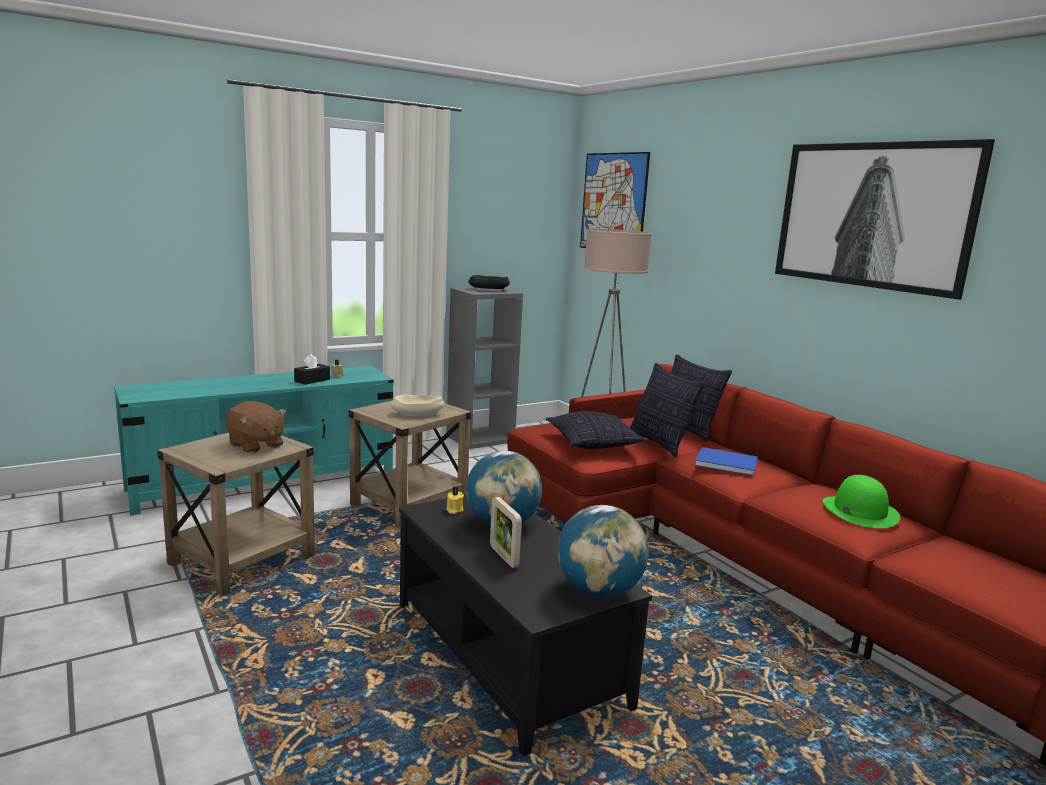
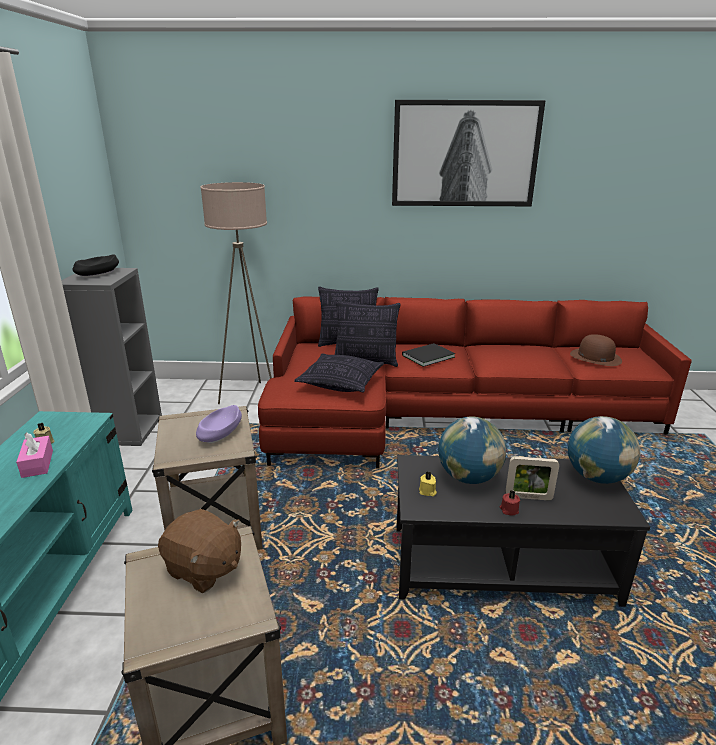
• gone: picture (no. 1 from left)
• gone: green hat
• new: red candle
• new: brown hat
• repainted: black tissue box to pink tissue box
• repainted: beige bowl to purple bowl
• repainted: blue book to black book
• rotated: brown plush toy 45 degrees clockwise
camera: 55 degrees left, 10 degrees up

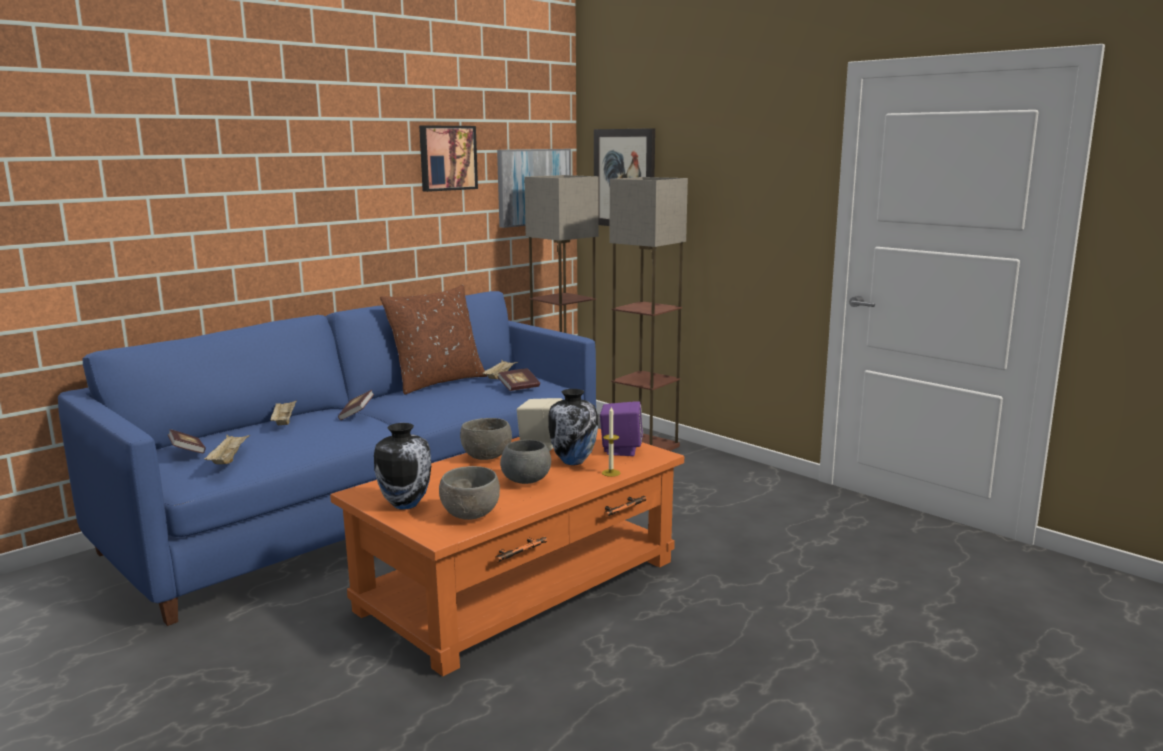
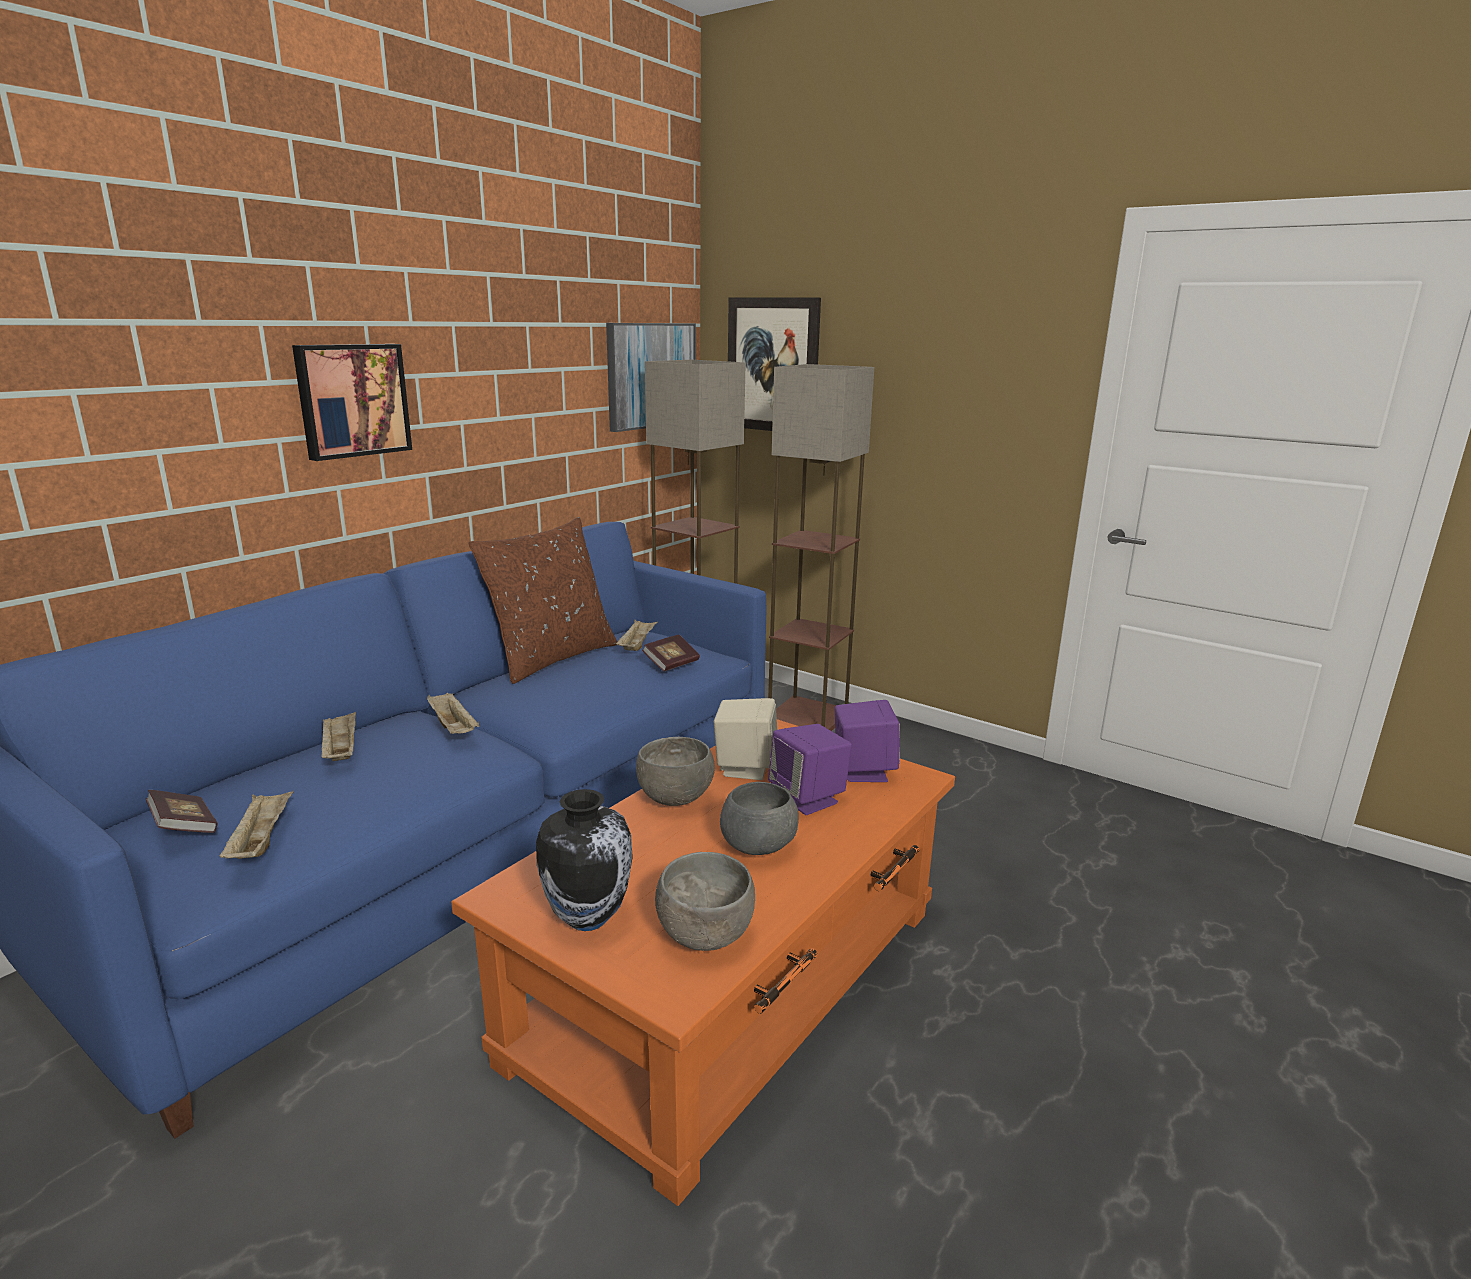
• gone: candle
• shifted: picture (no. 1 from left)
• swapped: book (no. 2 from left) to beige tray (no. 3 from left)
• swapped: vase (no. 2 from left) to purple speaker (no. 1 from left)
camera: 10 degrees left, 5 degrees up

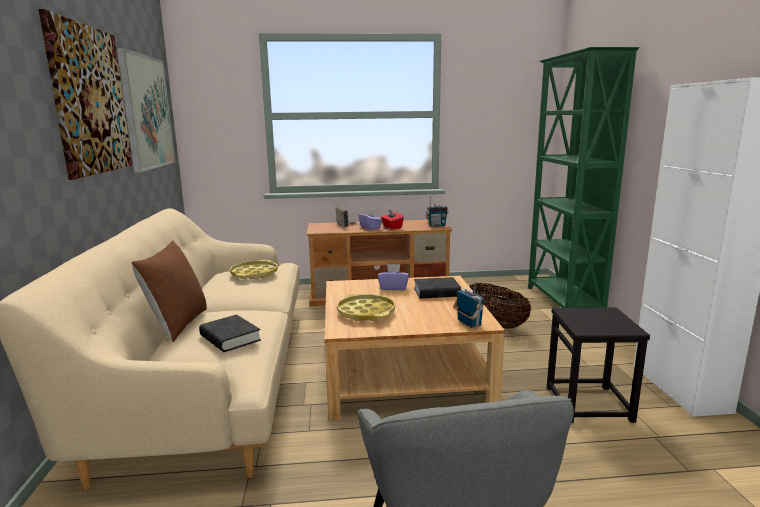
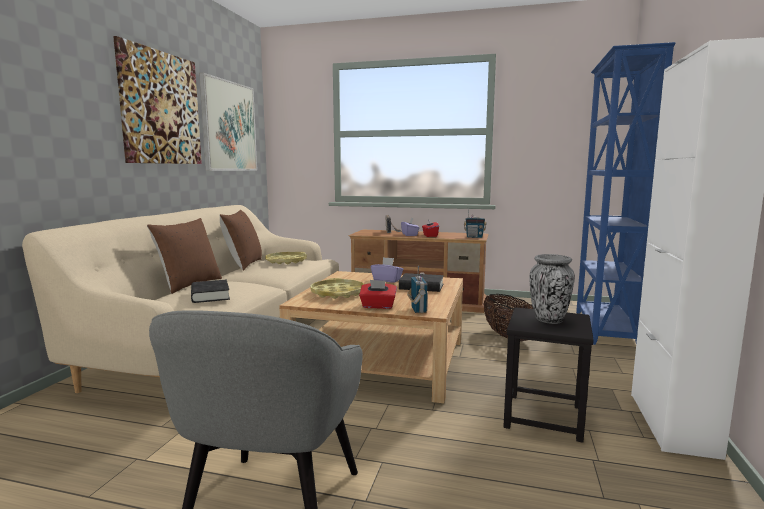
• new: brown pillow (no. 2 from left)
• new: red tissue box (no. 1 from left)
• new: vase
• repainted: green bookcase to blue bookcase
camera: 20 degrees right, 5 degrees down

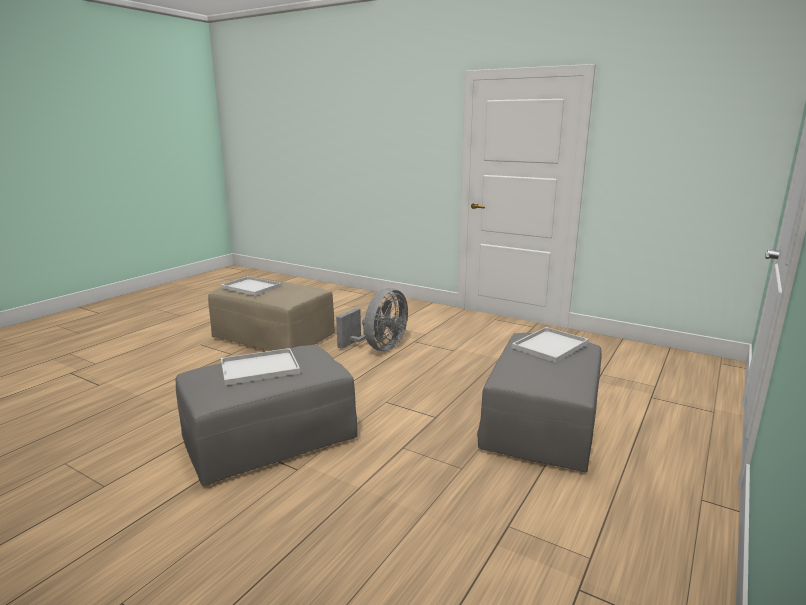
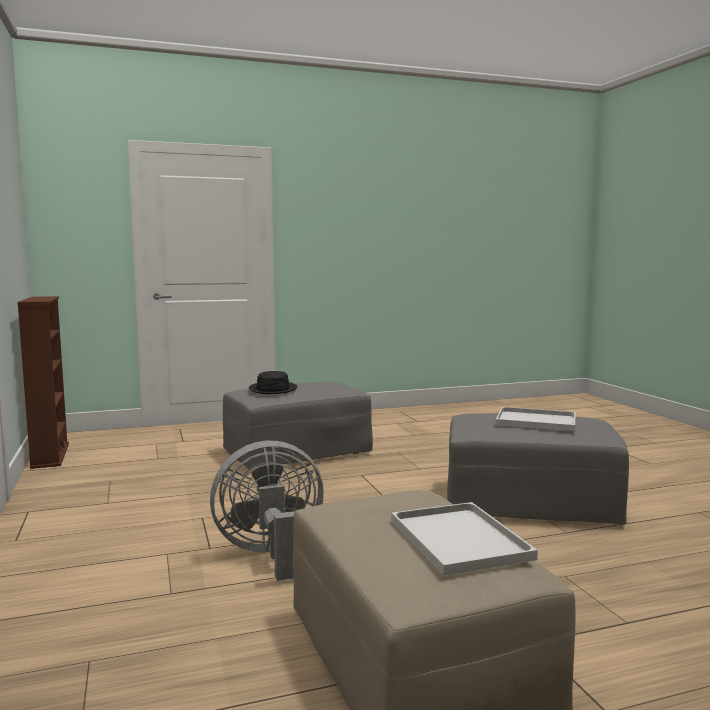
• new: brown bookcase
• swapped: white tray (no. 3 from left) to black hat
camera: 140 degrees left, 10 degrees down

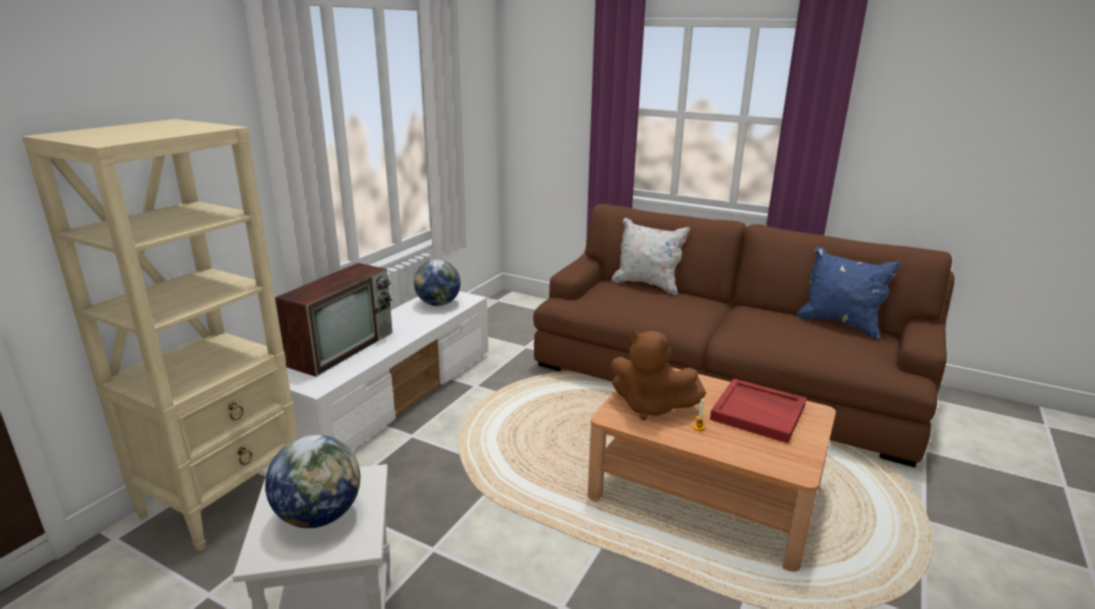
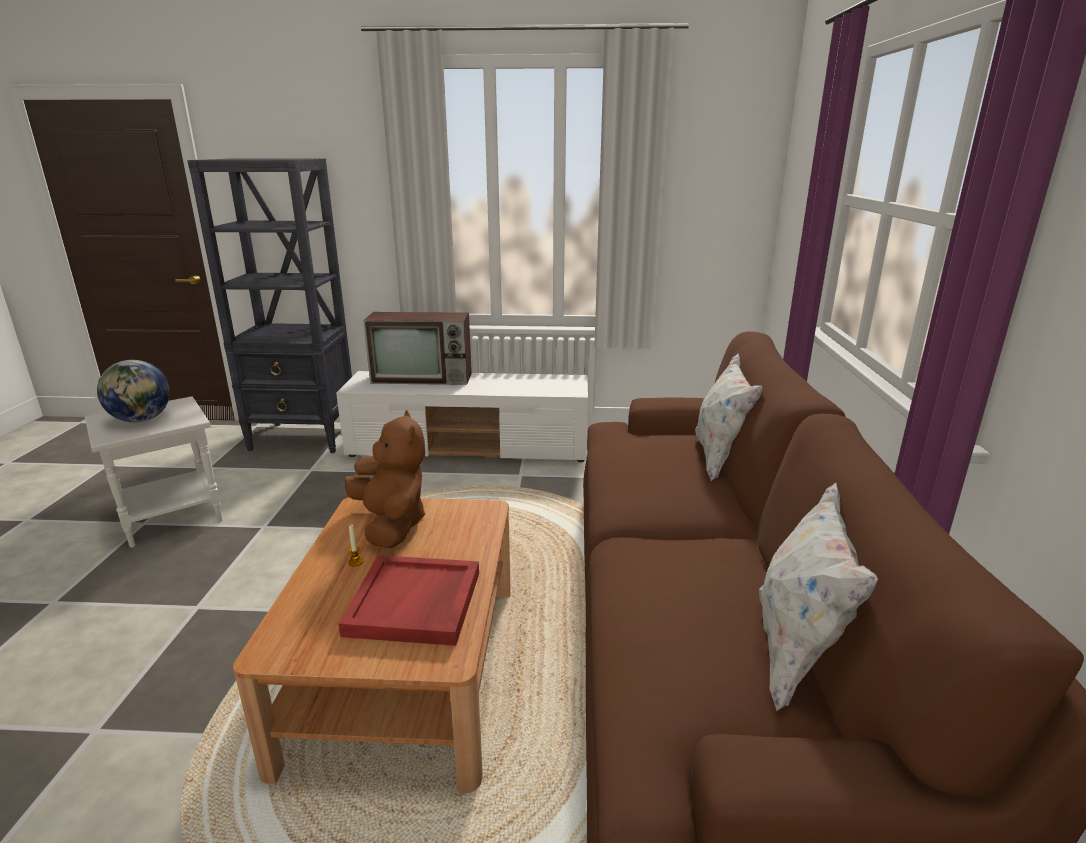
• gone: globe (no. 2 from left)
• repainted: beige bookcase to black bookcase
• repainted: blue pillow to white pillow (no. 2 from left)
• rotated: brown plush toy 150 degrees clockwise
camera: 65 degrees right, 0 degrees up

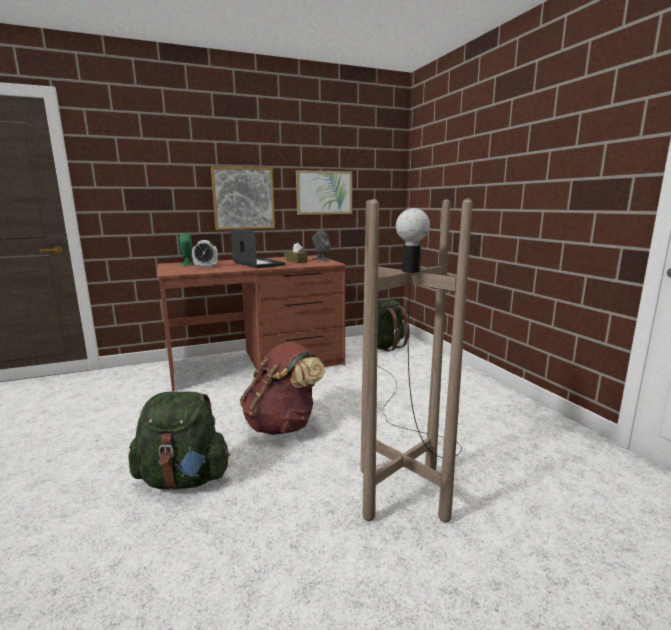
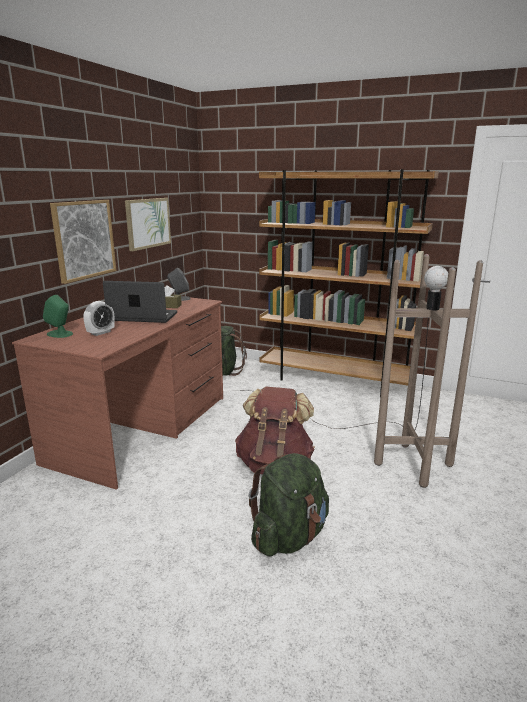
• new: brown bookcase
camera: 45 degrees left, 5 degrees up

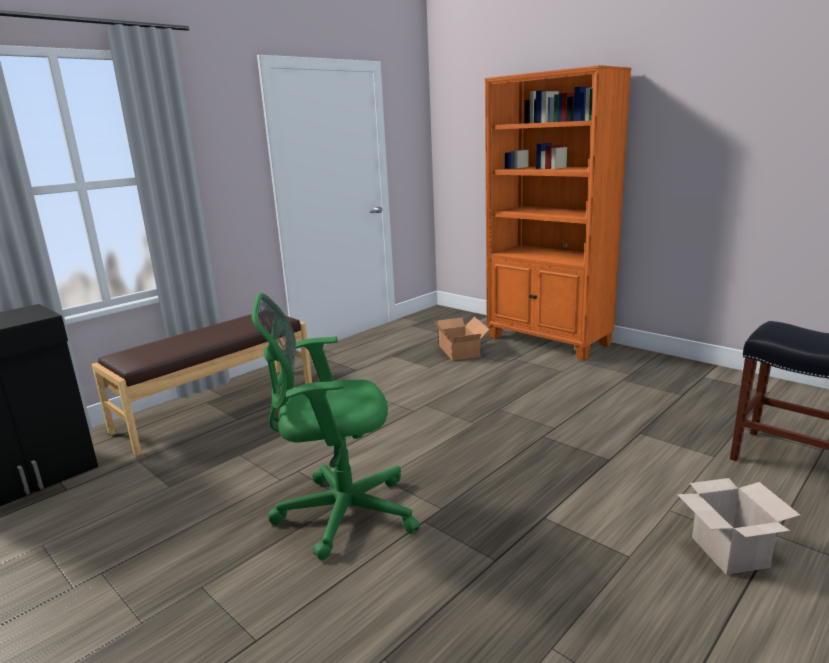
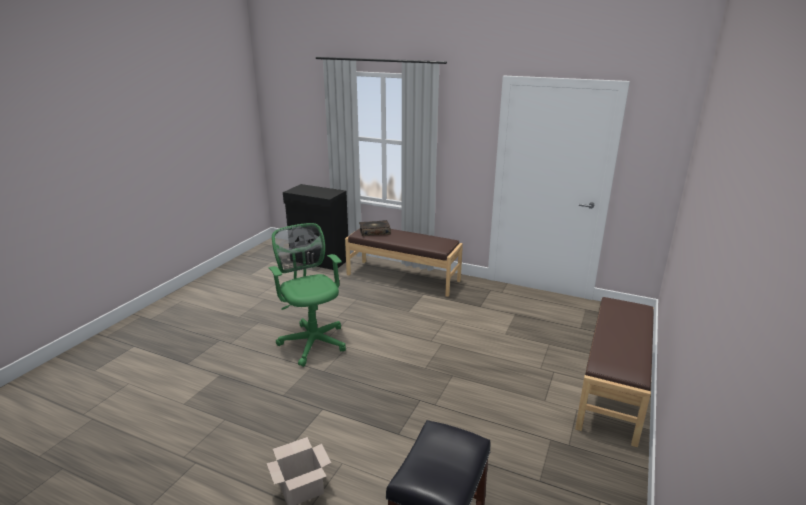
• gone: cardboard box (no. 1 from left)
• new: book
• swapped: orange bookcase to brown bench (no. 2 from left)
camera: 70 degrees right, 5 degrees up

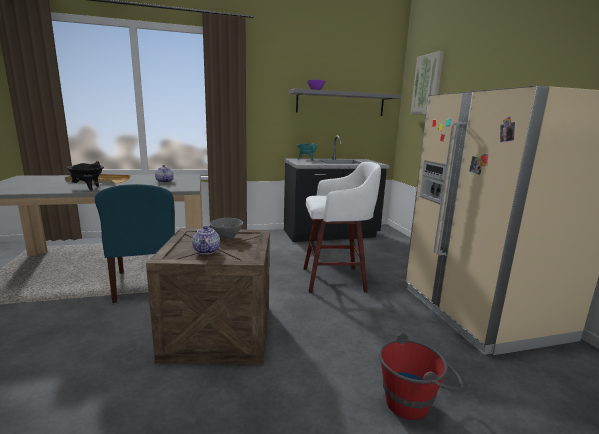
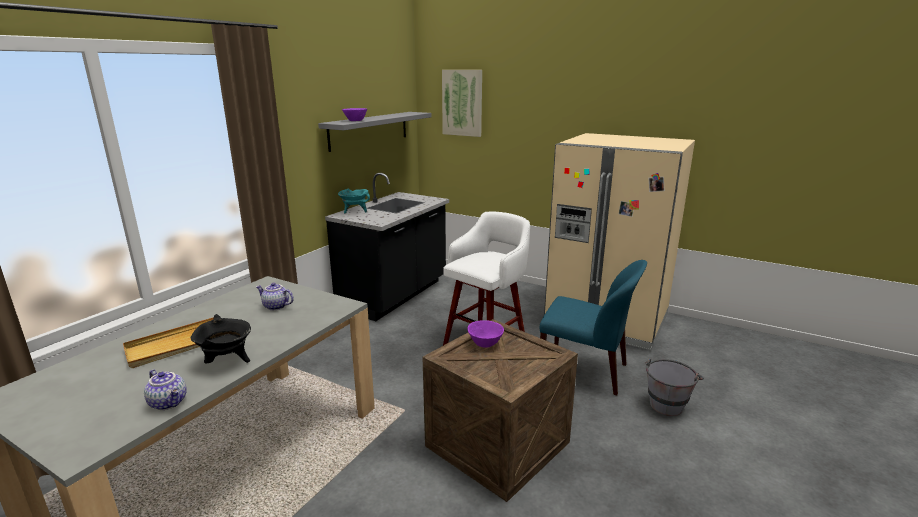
• shifted: blue chair
• shifted: teapot (no. 2 from left in the first image) to teapot (no. 1 from left)
• repainted: grey bowl to purple bowl (no. 2 from left)
• repainted: red bucket to grey bucket
camera: 45 degrees left, 5 degrees up

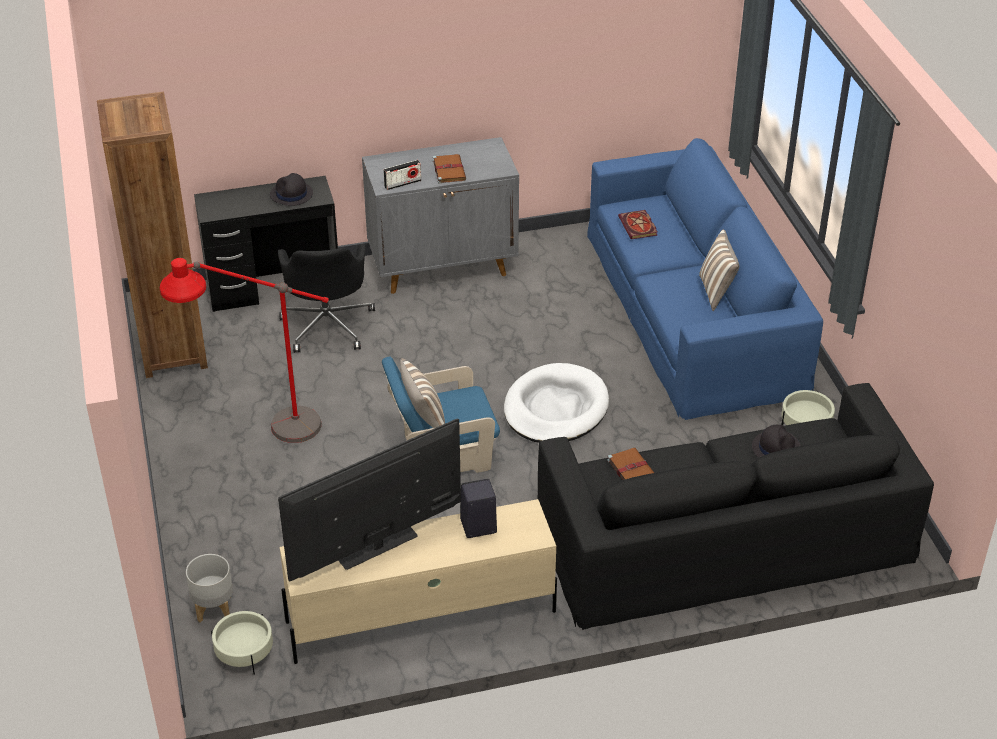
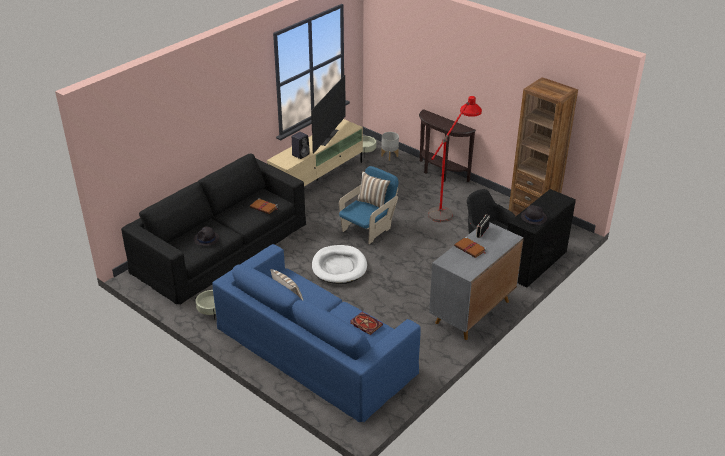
• new: brown console table
camera: 145 degrees right, 5 degrees down

